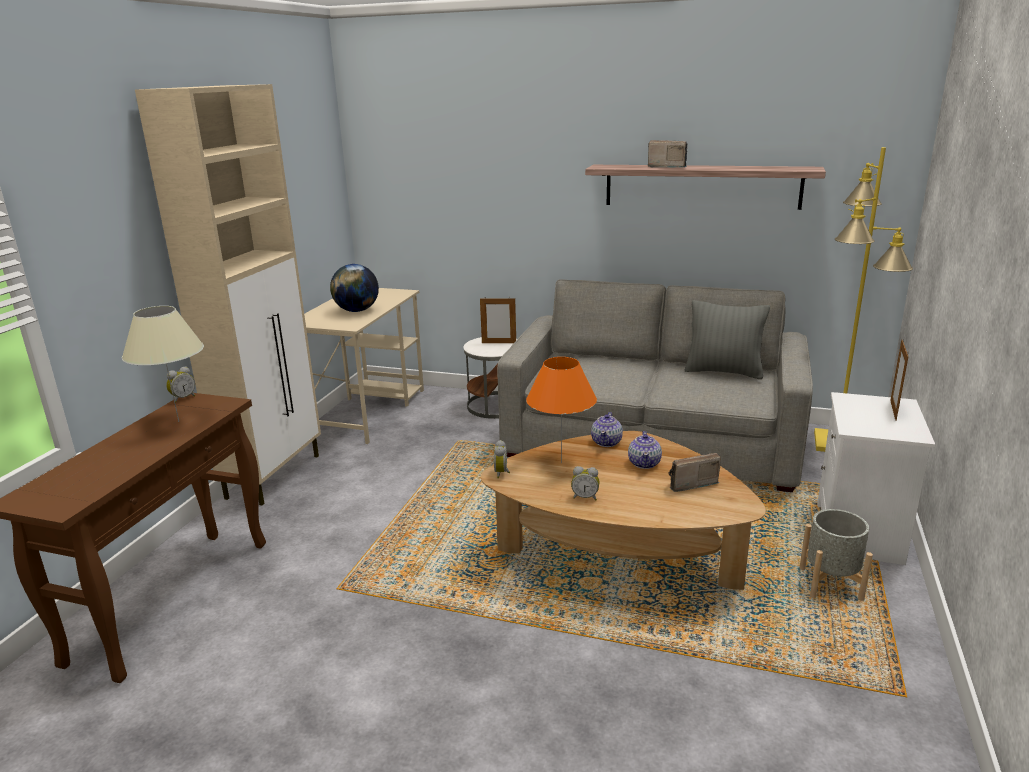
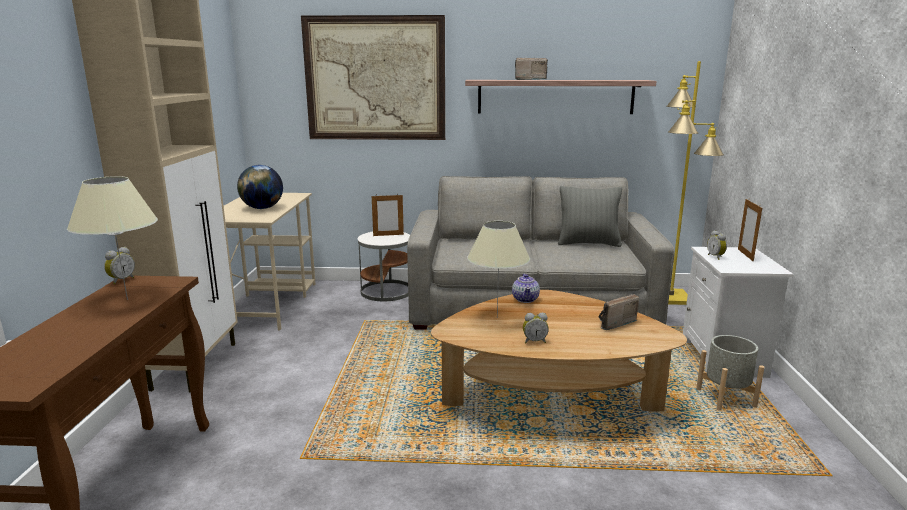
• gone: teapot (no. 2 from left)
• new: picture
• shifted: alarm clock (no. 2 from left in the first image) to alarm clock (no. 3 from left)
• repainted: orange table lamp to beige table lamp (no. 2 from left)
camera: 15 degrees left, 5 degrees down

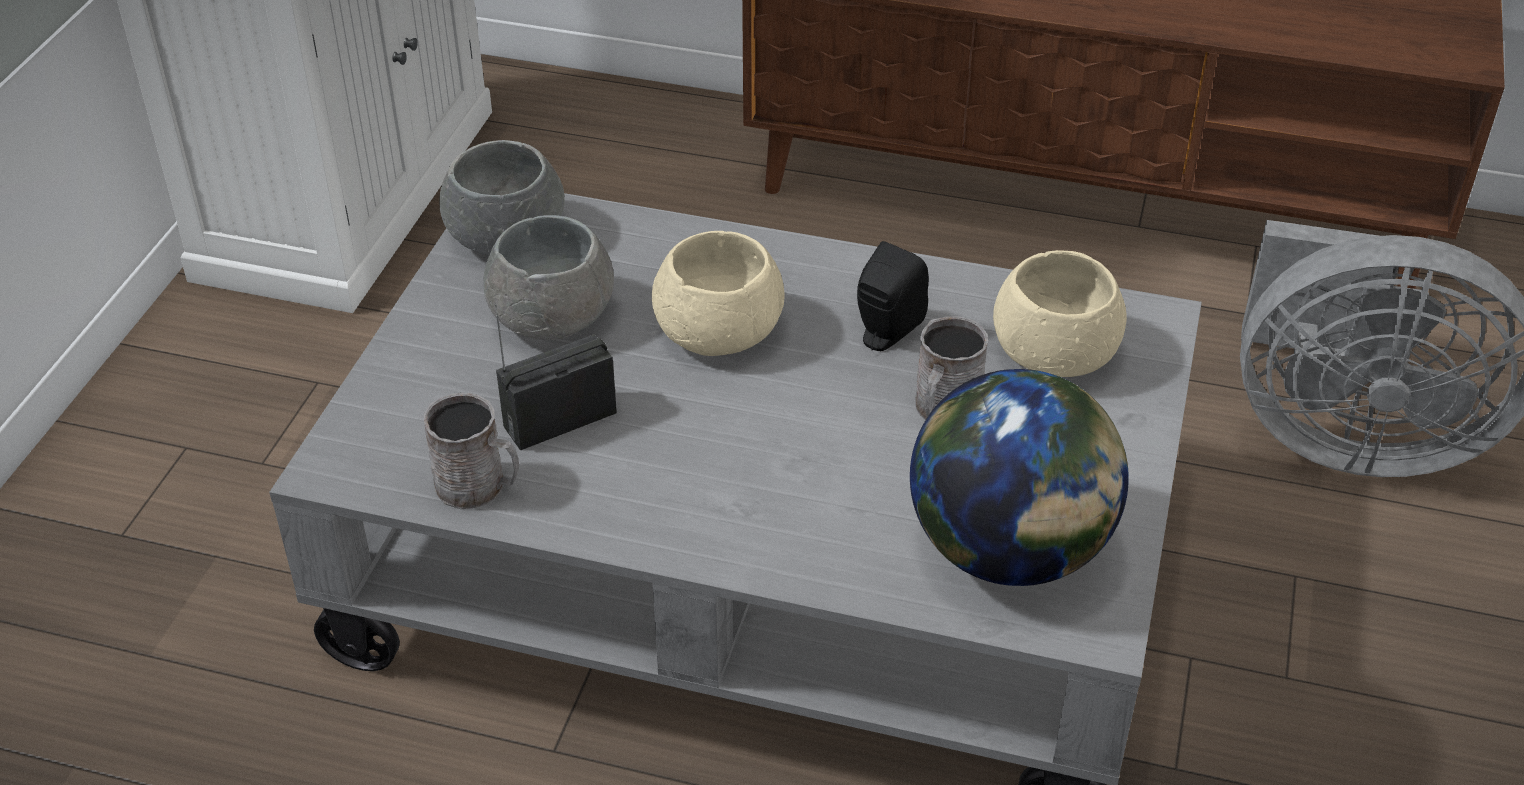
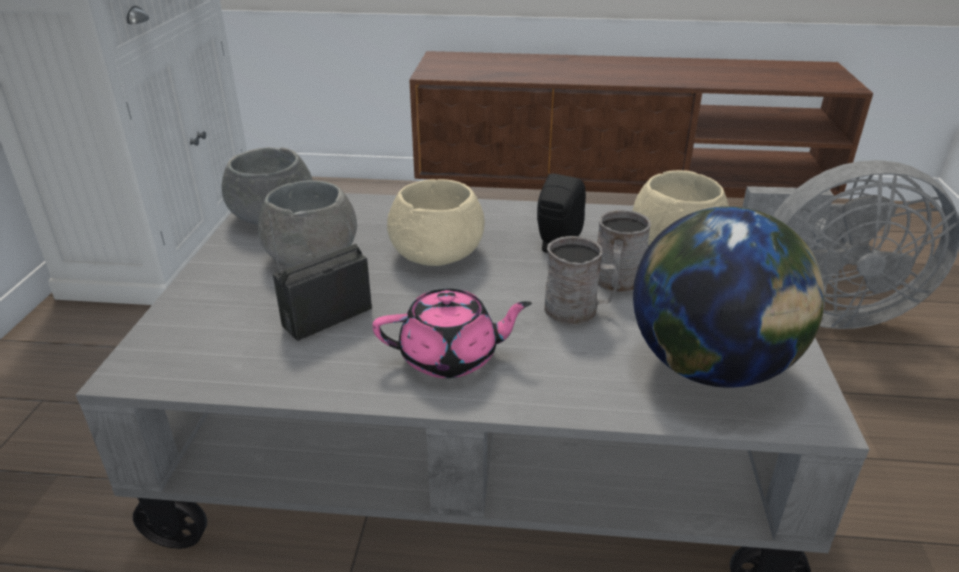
• new: pink teapot
• shifted: grey mug (no. 1 from left)
camera: 10 degrees left, 10 degrees down

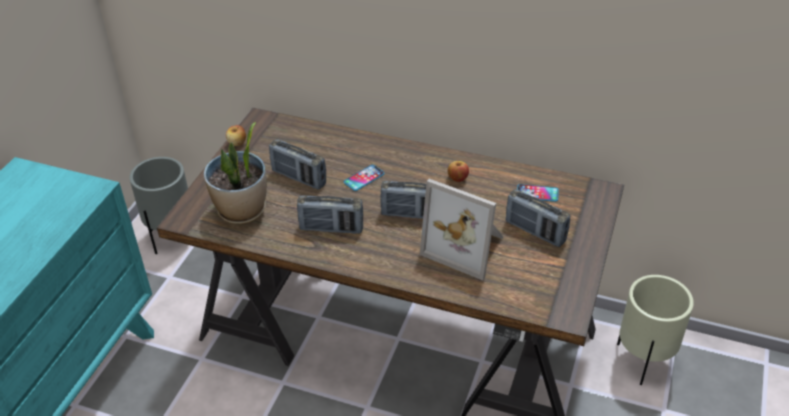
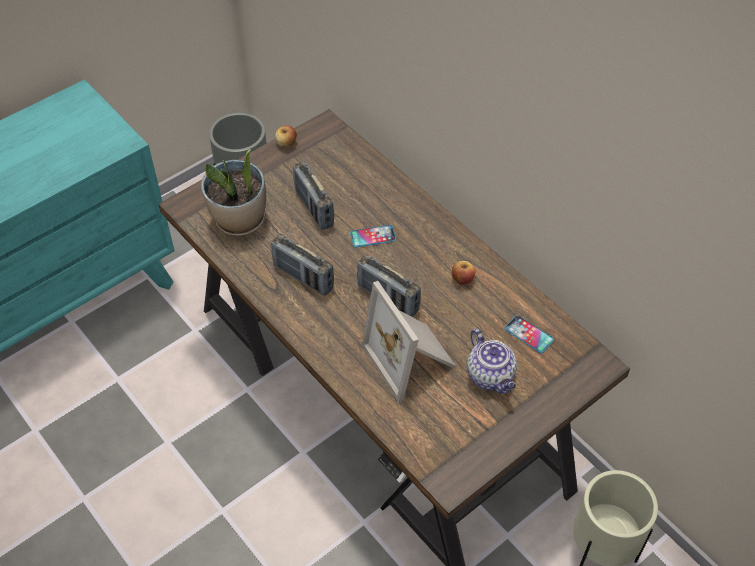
• swapped: radio (no. 4 from left) to teapot
camera: 30 degrees right, 10 degrees up

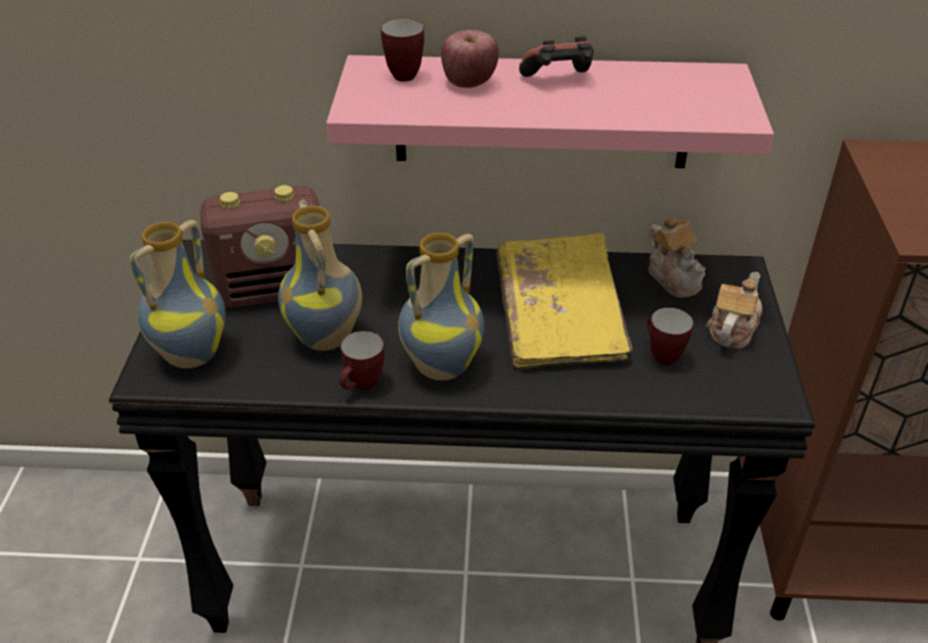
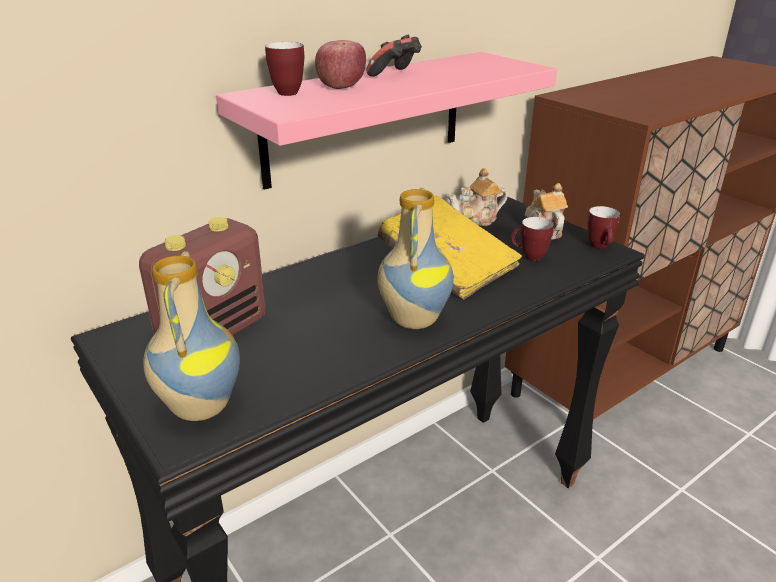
• gone: vase (no. 2 from left)
• shifted: mug (no. 1 from left in the first image) to mug (no. 3 from left)
• rotated: teapot (no. 1 from left) 135 degrees clockwise
camera: 40 degrees left, 10 degrees down

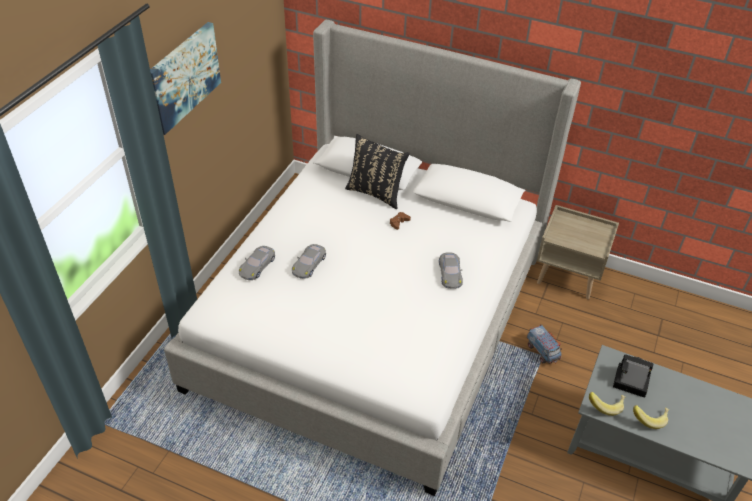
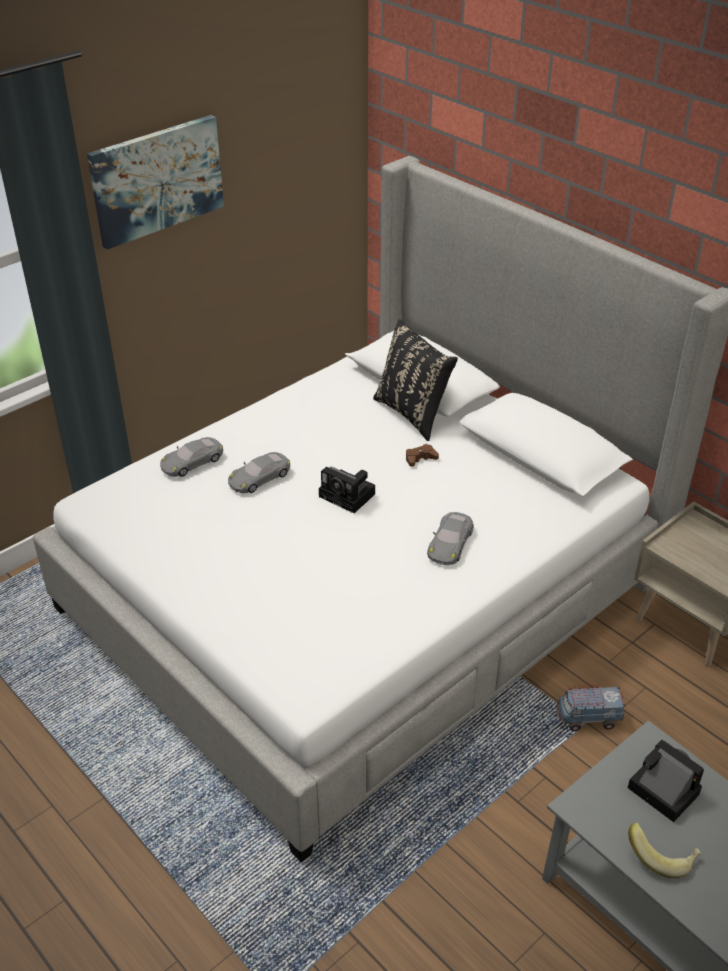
• gone: banana (no. 1 from left)
• new: photo camera (no. 1 from left)
• rotated: toy truck 90 degrees clockwise
camera: 25 degrees right, 5 degrees down

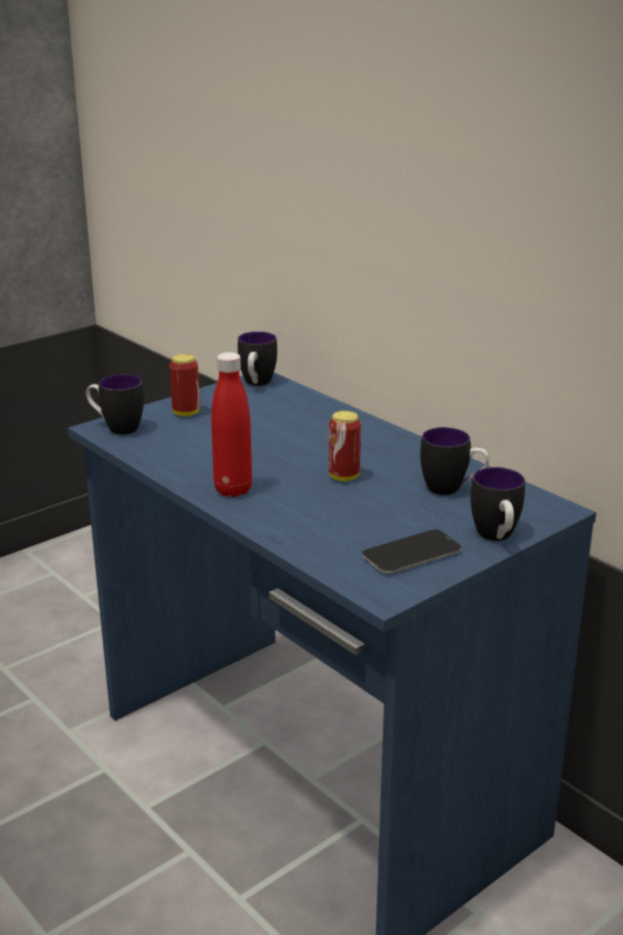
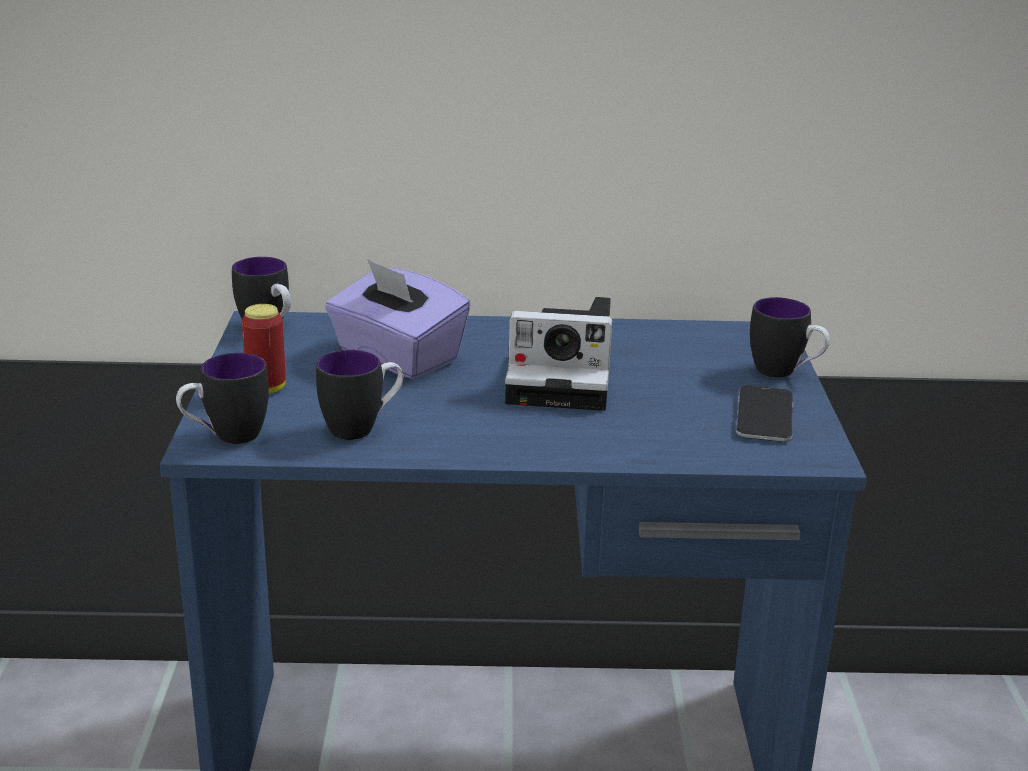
• gone: red bottle
• new: purple tissue box
• shifted: mug (no. 3 from left)
• swapped: can (no. 2 from left) to photo camera
camera: 50 degrees left, 0 degrees up

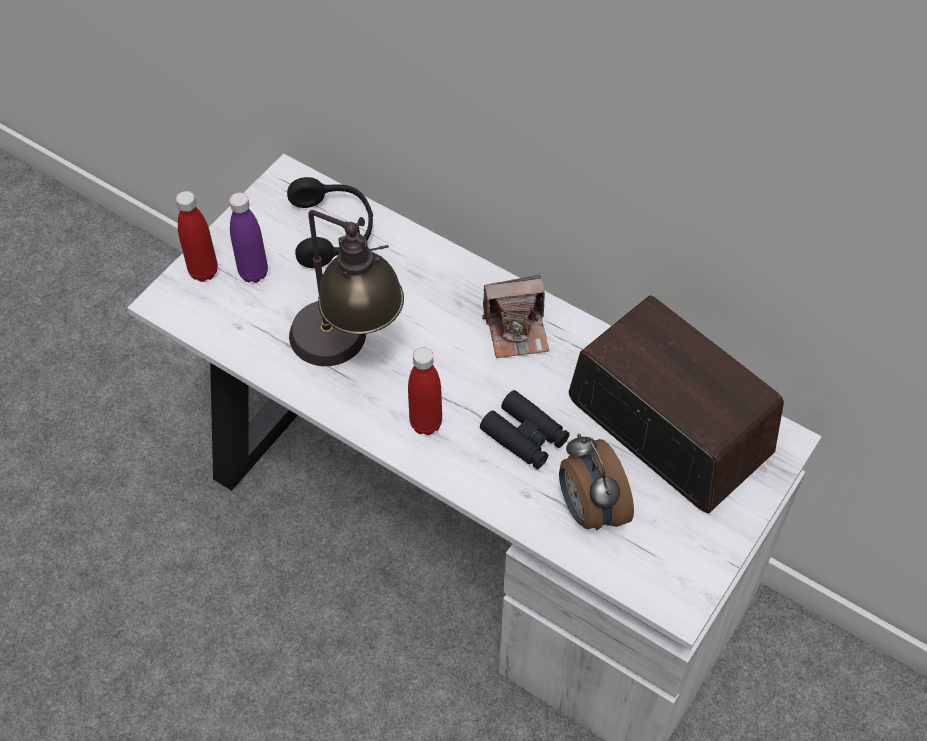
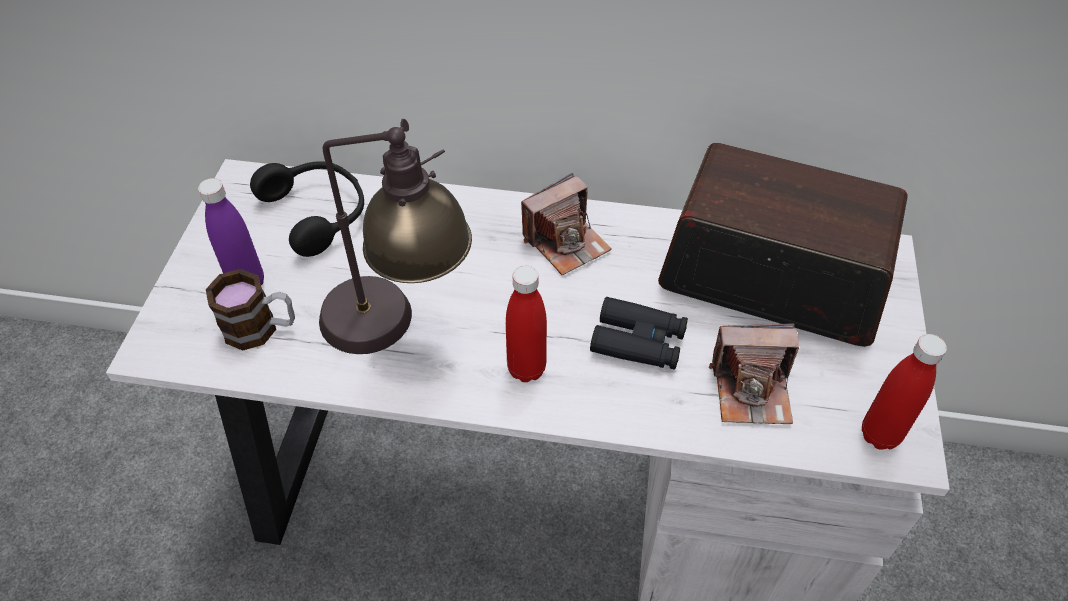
• new: mug
• shifted: red bottle (no. 1 from left in the first image) to red bottle (no. 2 from left)
• swapped: alarm clock to photo camera (no. 2 from left)
camera: 25 degrees left, 5 degrees down

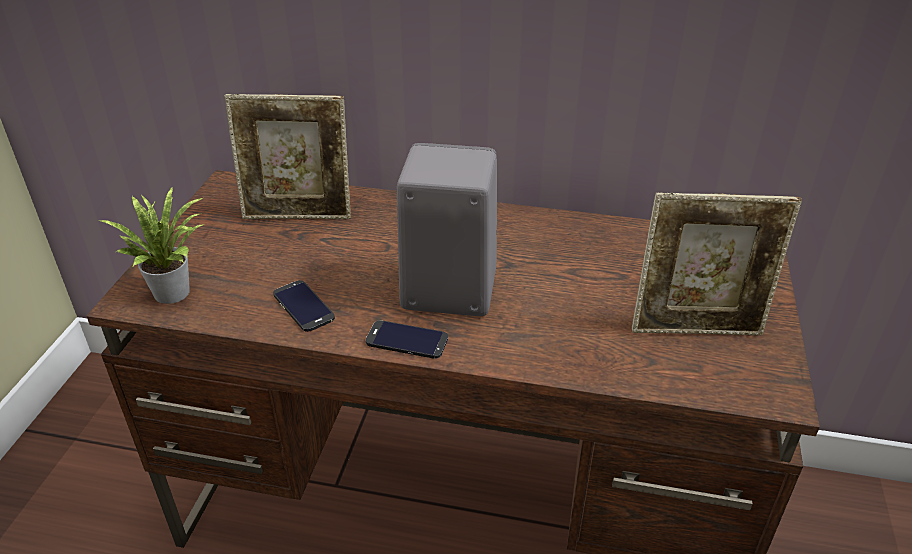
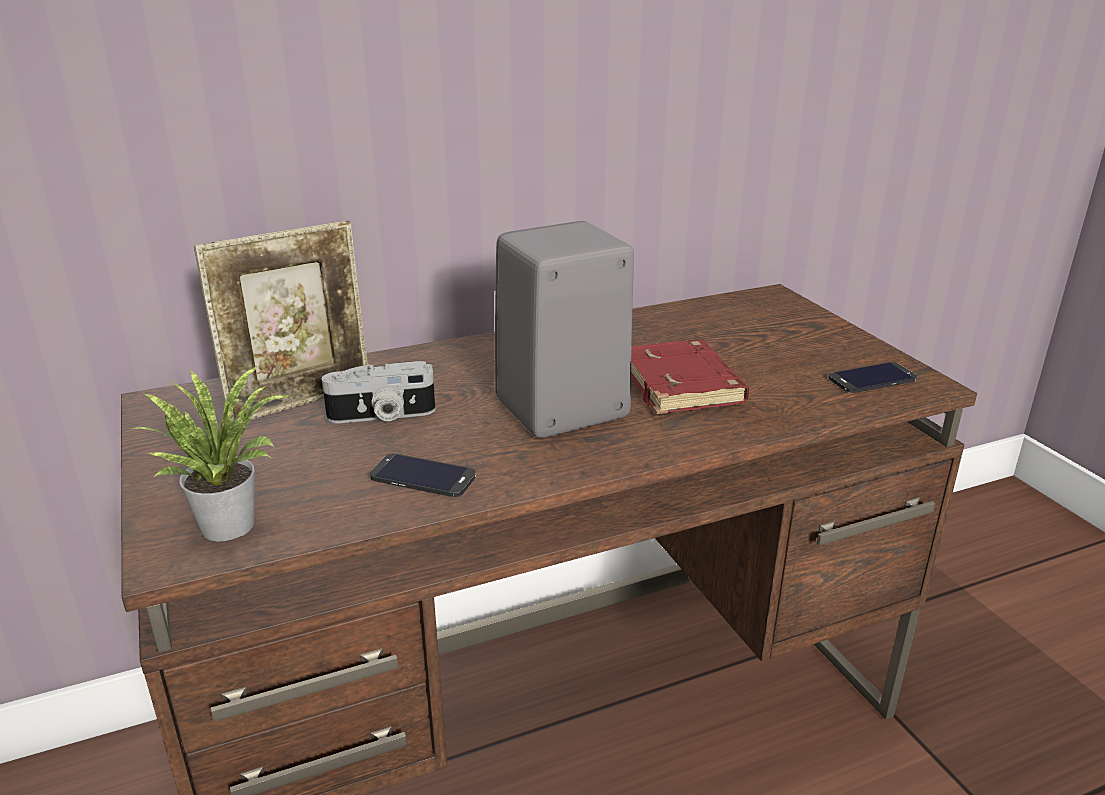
• gone: picture frame (no. 2 from left)
• new: photo camera
• new: red book
• shifted: phone (no. 2 from left)
camera: 35 degrees left, 10 degrees down

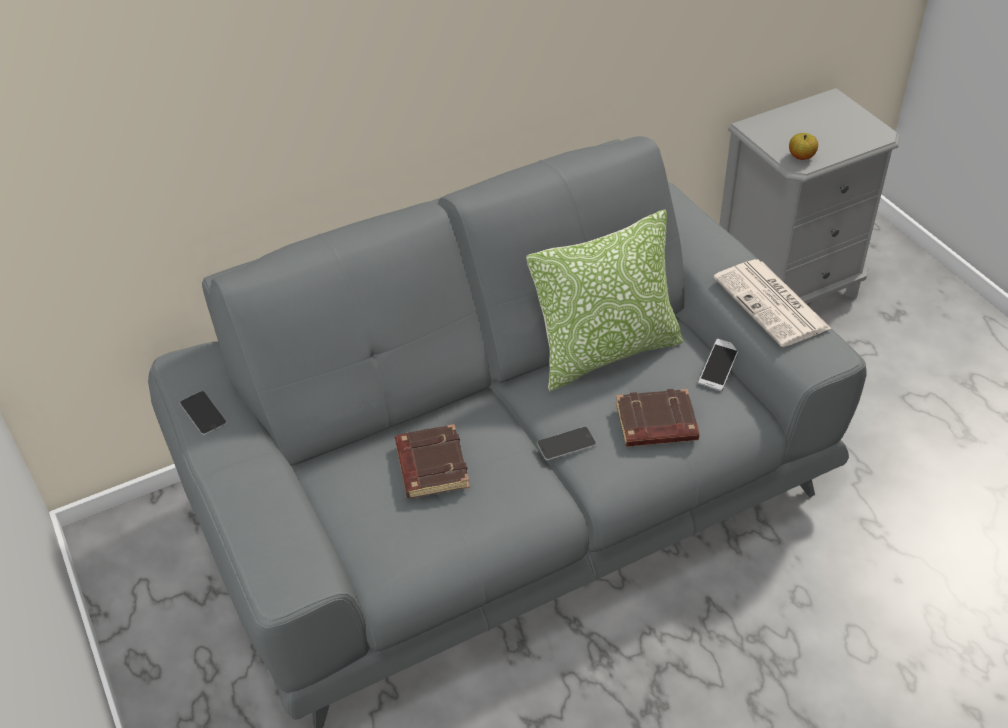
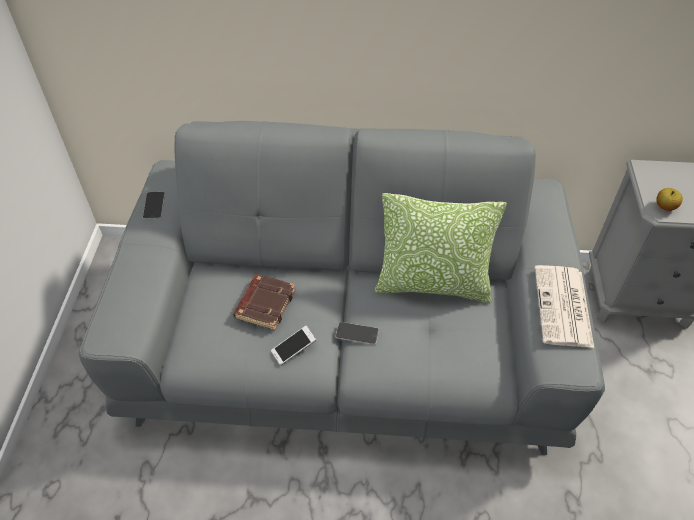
• gone: brown book (no. 2 from left)
• shifted: phone (no. 3 from left in the first image) to phone (no. 2 from left)
camera: 30 degrees right, 5 degrees up

